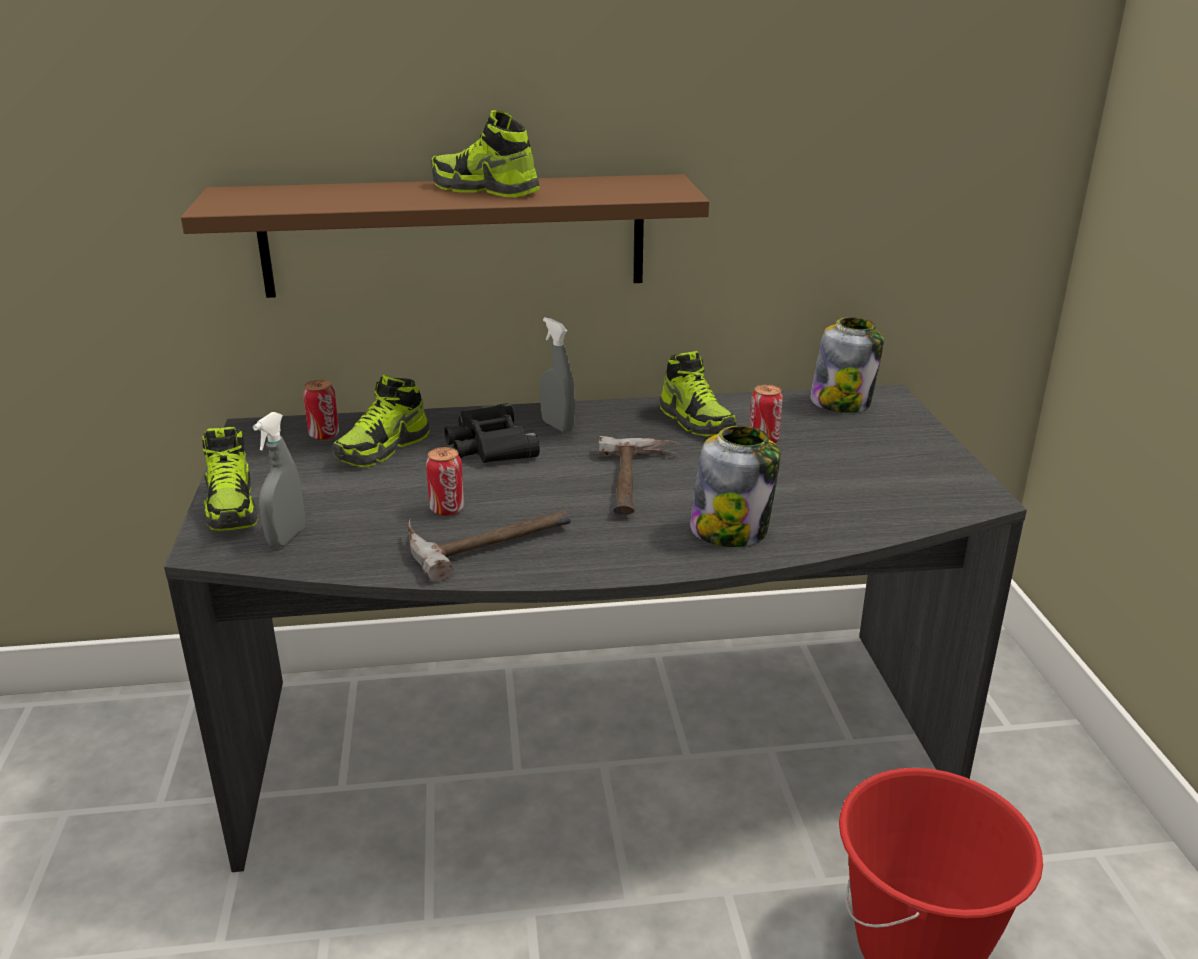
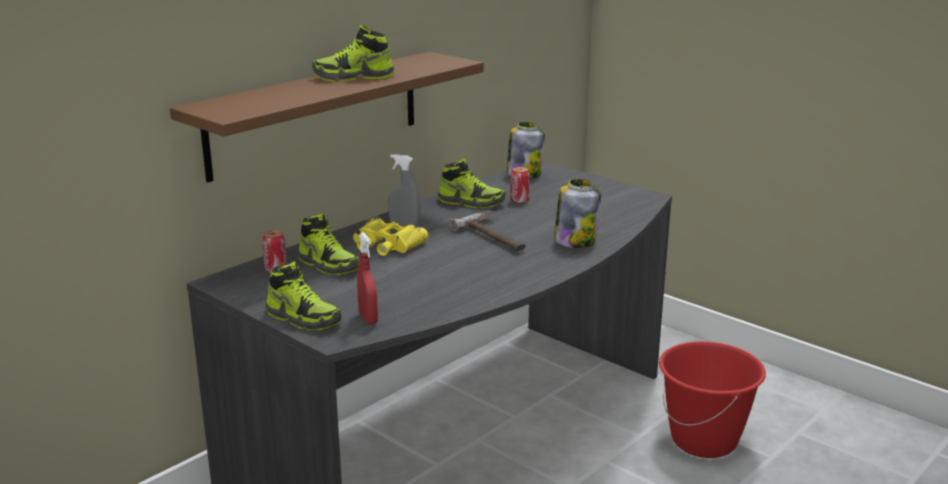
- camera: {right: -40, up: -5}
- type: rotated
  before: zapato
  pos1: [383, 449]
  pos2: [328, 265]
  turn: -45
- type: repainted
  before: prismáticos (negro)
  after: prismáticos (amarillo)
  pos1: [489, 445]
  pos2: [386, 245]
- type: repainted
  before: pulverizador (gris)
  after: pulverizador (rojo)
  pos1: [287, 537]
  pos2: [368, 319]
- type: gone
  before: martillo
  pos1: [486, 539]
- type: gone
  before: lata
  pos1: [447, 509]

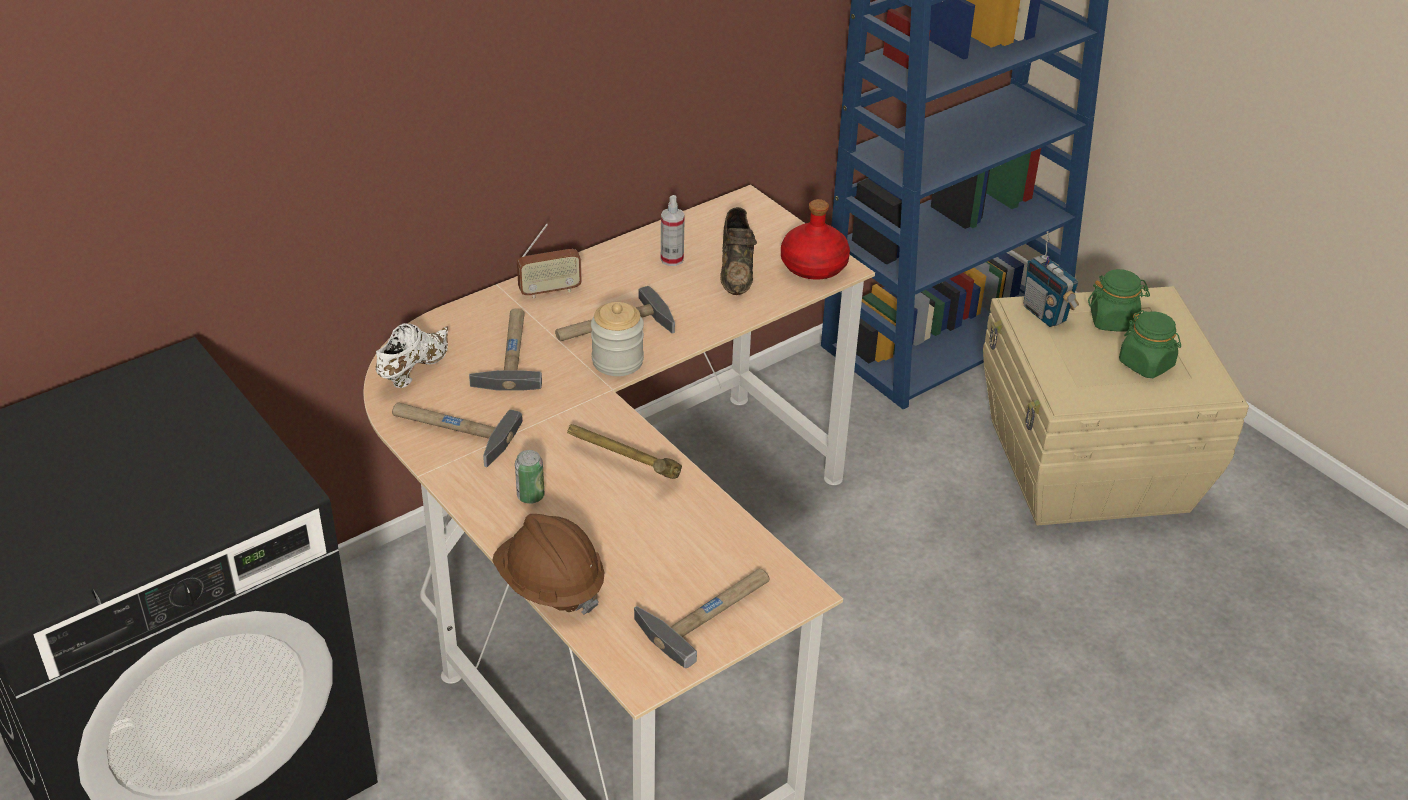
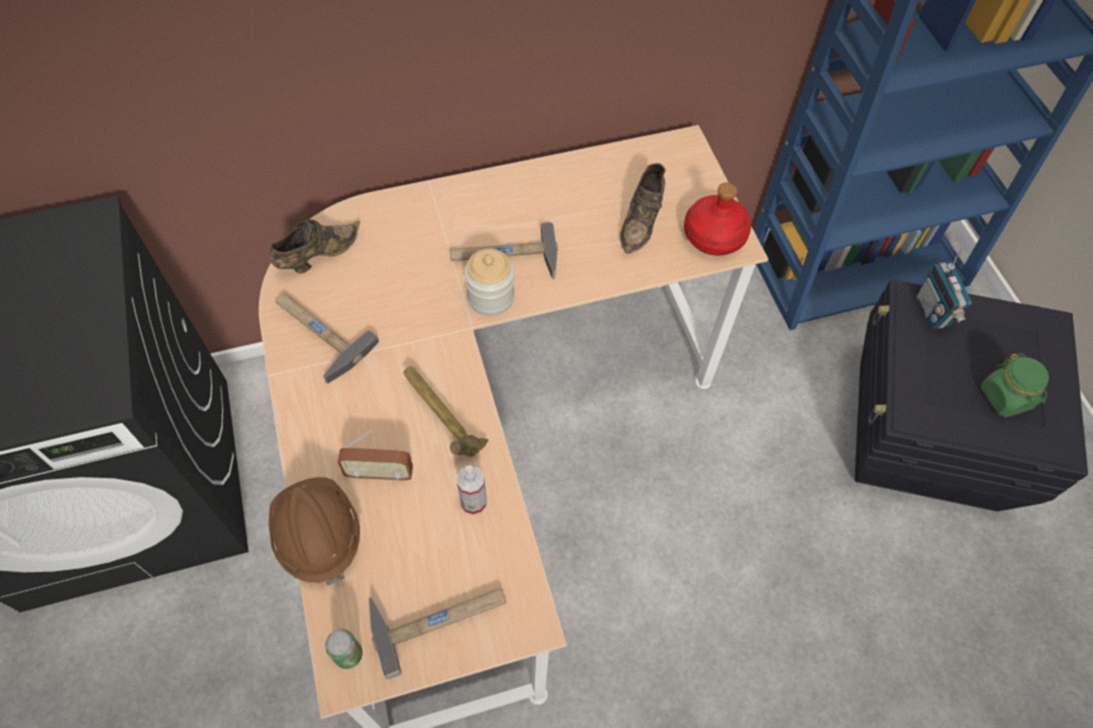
- camera: {right: 20, up: 20}
- type: repainted
  before: zapato (blanco)
  after: zapato (marrón)
  pos1: [413, 370]
  pos2: [317, 256]
- type: shifted
  before: lata
  pos1: [530, 496]
  pos2: [348, 655]
- type: shifted
  before: radio
  pos1: [550, 291]
  pos2: [379, 474]
- type: shifted
  before: pulverizador
  pos1: [672, 259]
  pos2: [473, 502]
- type: repainted
  before: caja de almacenaje (beis)
  after: caja de almacenaje (negro)
  pos1: [1087, 466]
  pos2: [924, 435]
- type: gone
  before: martillo
  pos1: [509, 353]
- type: gone
  before: tarro (verde)
  pos1: [1113, 320]

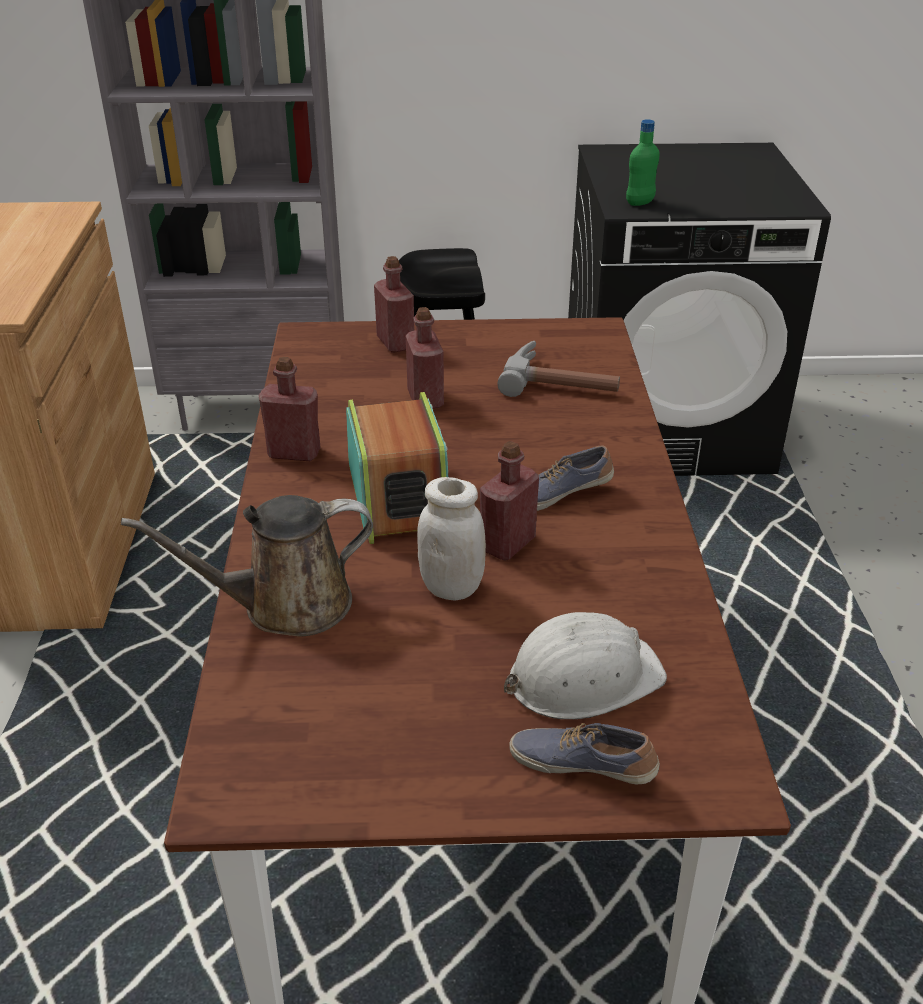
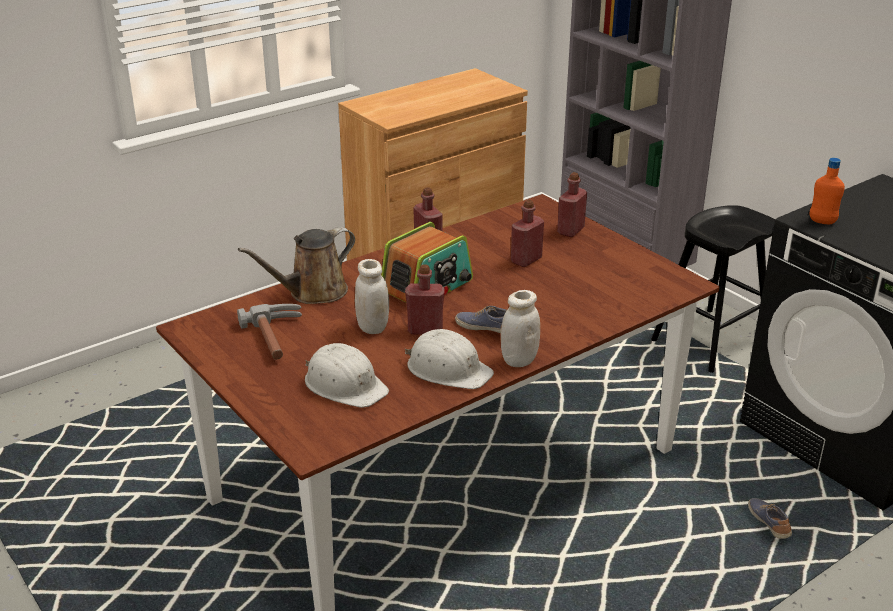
- camera: {right: 55, up: -5}
- type: shifted
  before: martillo
  pos1: [562, 382]
  pos2: [278, 338]
- type: rotated
  before: regadera (marrón)
  pos1: [286, 605]
  pos2: [313, 292]
  turn: -75
- type: new
  after: casco (blanco)
  pos2: [448, 369]
- type: new
  after: tarro (blanco)
  pos2: [519, 360]
- type: shifted
  before: zapato
  pos1: [582, 765]
  pos2: [769, 524]
- type: repainted
  before: botella (verde)
  after: botella (naranja)
  pos1: [640, 203]
  pos2: [822, 221]

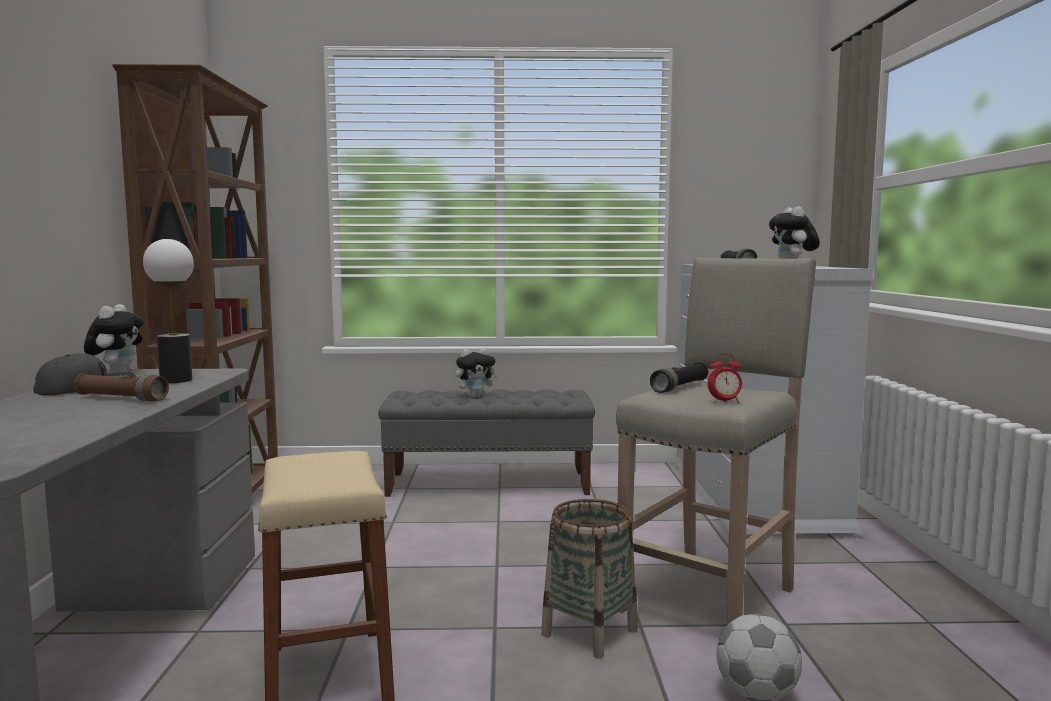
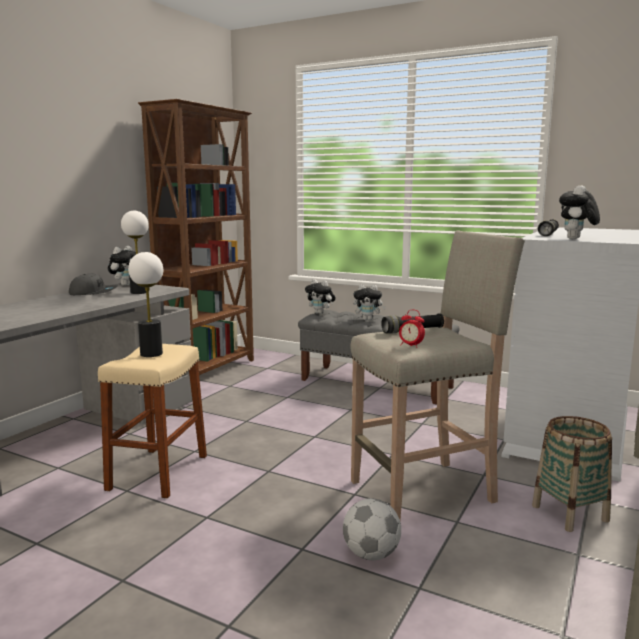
- camera: {right: 30, up: 5}
- type: new
  after: lámpara de mesa
  pos2: [151, 354]
- type: new
  after: peluche
  pos2: [320, 313]
- type: shifted
  before: cesta
  pos1: [590, 632]
  pos2: [570, 513]
- type: gone
  before: linterna (marrón)
  pos1: [121, 399]

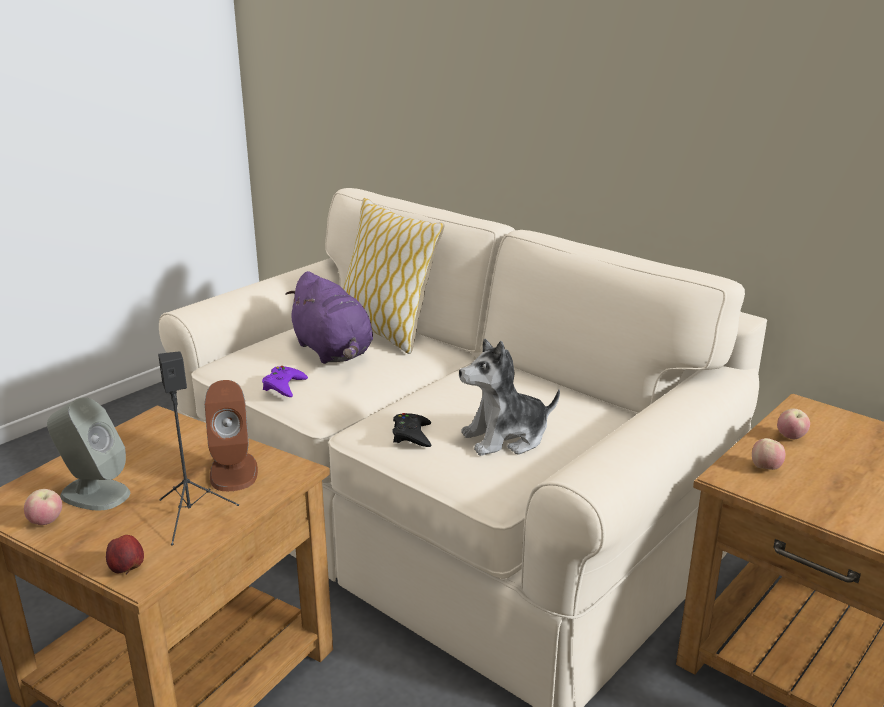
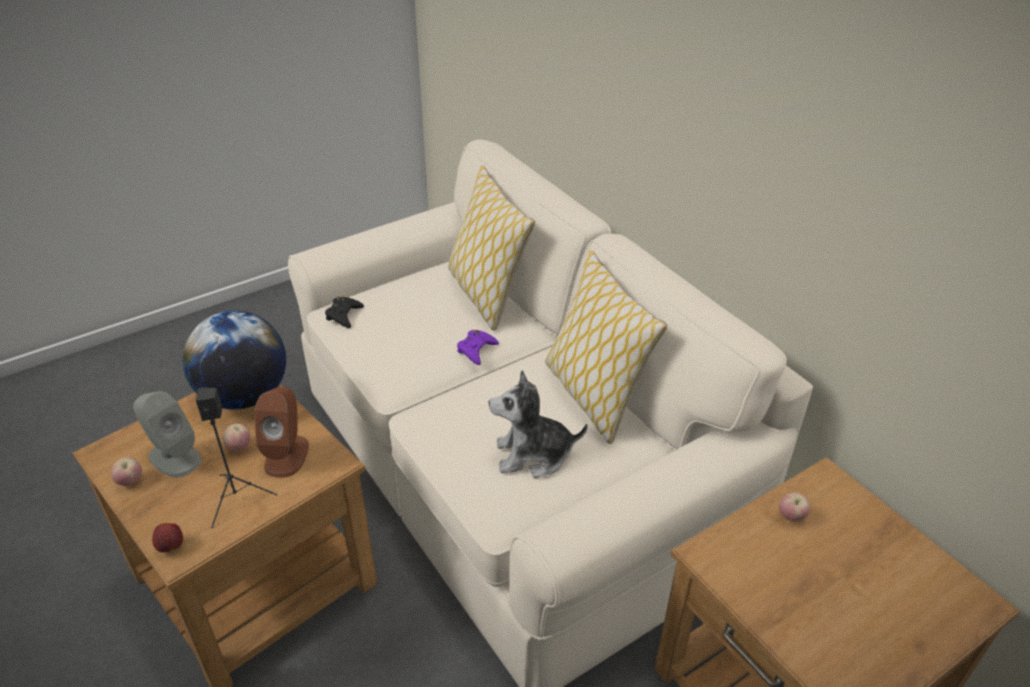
- camera: {right: 15, up: 15}
- type: new
  after: globo terráqueo
  pos2: [244, 396]
- type: shifted
  before: manzana
  pos1: [765, 468]
  pos2: [239, 447]
- type: shifted
  before: mando de consola (negro)
  pos1: [412, 435]
  pos2: [344, 315]
- type: shifted
  before: mando de consola (morado)
  pos1: [284, 386]
  pos2: [476, 350]
- type: new
  after: cojín
  pos2: [593, 395]
- type: gone
  before: peluche (morado)
  pos1: [333, 352]

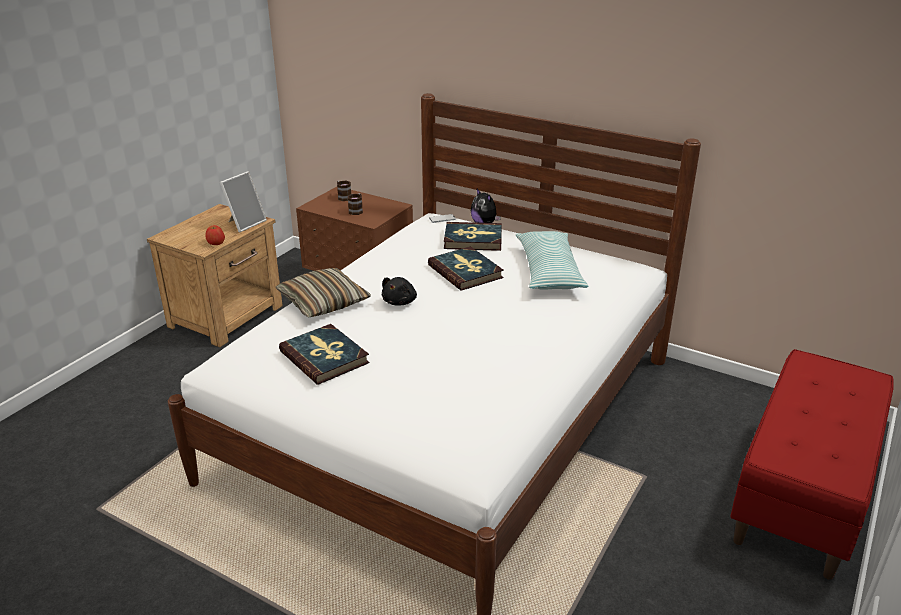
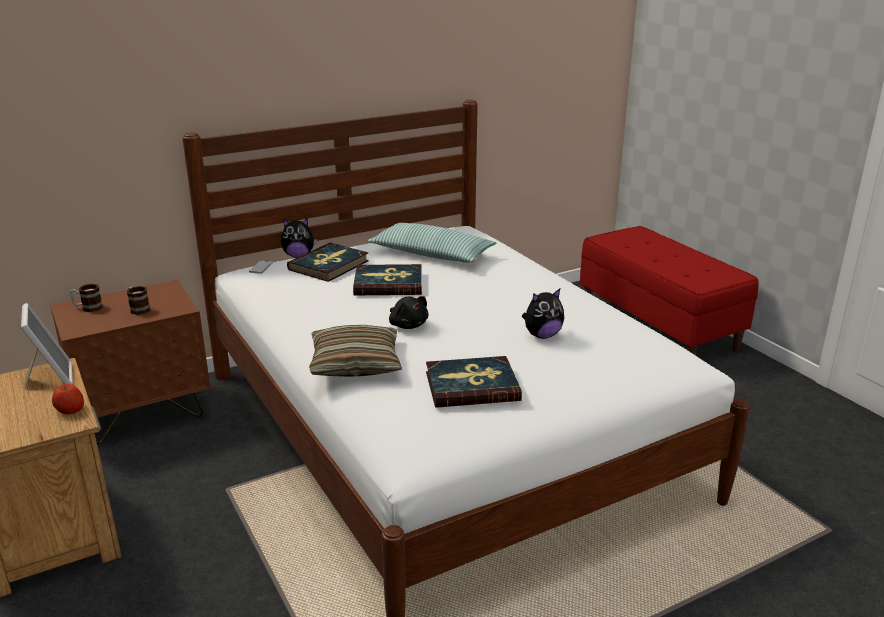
- camera: {right: -60, up: -5}
- type: new
  after: peluche
  pos2: [542, 335]

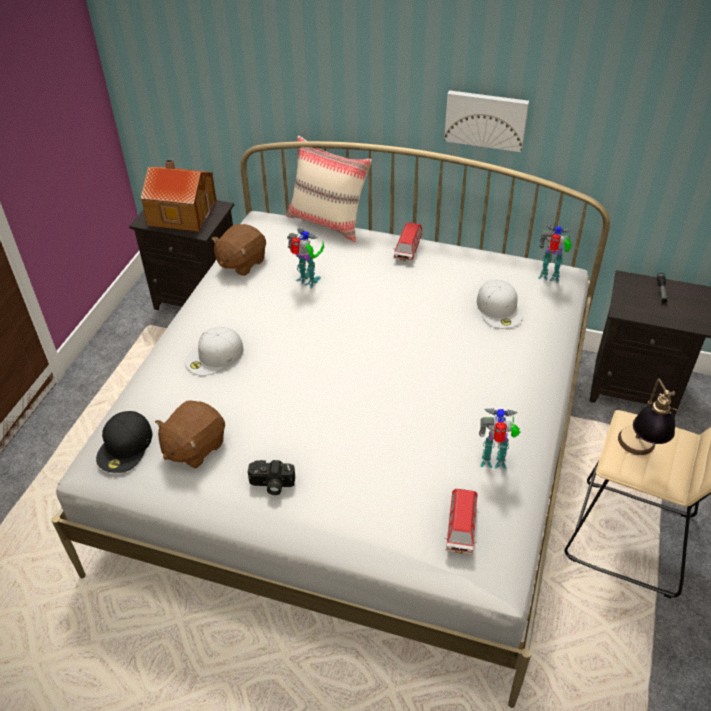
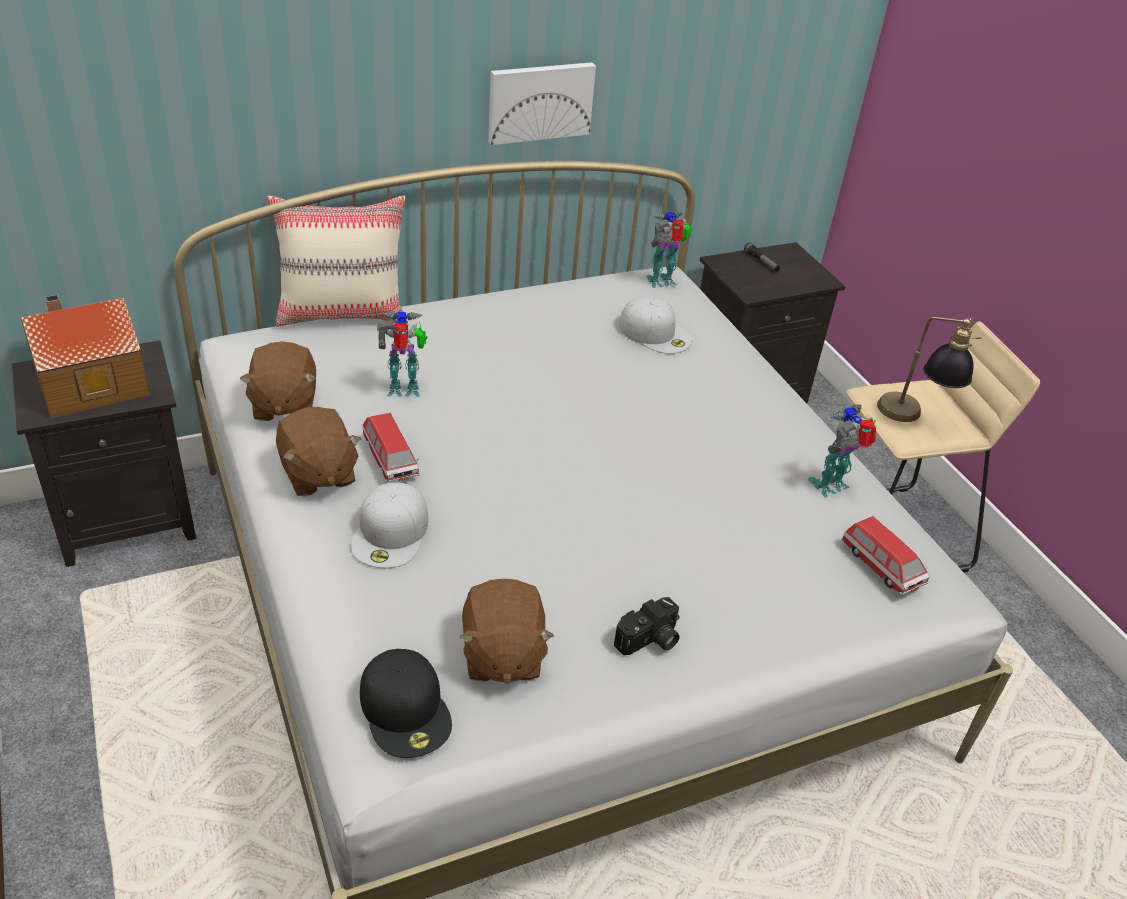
- camera: {right: -45, up: -5}
- type: new
  after: peluche (marrón)
  pos2: [317, 474]
- type: shifted
  before: coche de juguete
  pos1: [408, 249]
  pos2: [390, 459]

